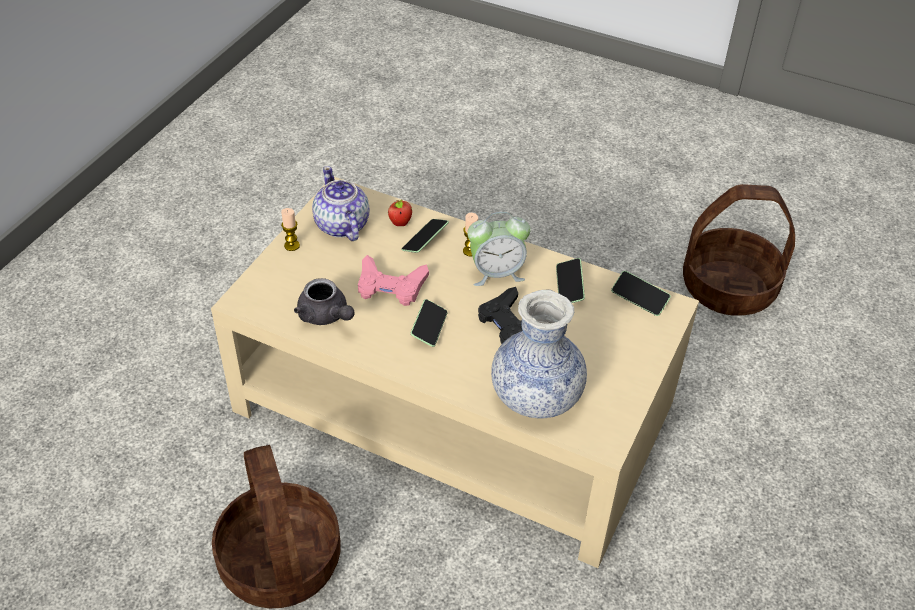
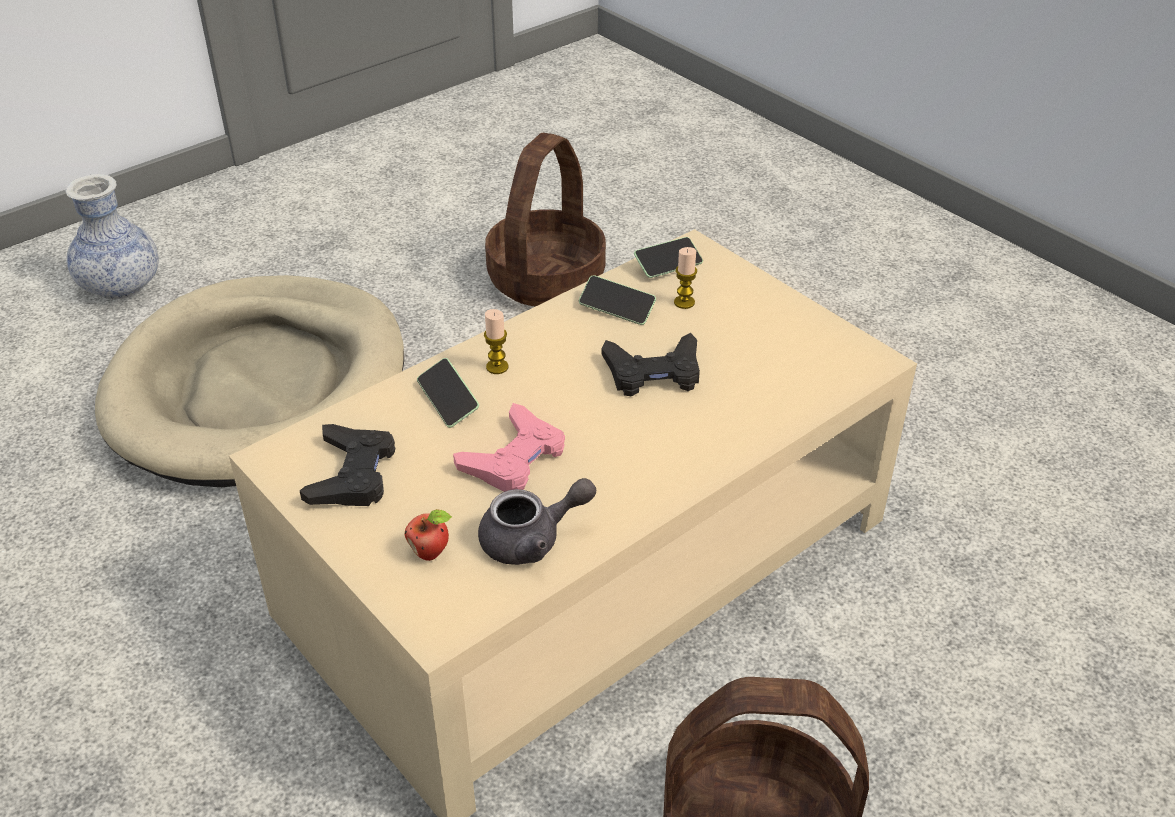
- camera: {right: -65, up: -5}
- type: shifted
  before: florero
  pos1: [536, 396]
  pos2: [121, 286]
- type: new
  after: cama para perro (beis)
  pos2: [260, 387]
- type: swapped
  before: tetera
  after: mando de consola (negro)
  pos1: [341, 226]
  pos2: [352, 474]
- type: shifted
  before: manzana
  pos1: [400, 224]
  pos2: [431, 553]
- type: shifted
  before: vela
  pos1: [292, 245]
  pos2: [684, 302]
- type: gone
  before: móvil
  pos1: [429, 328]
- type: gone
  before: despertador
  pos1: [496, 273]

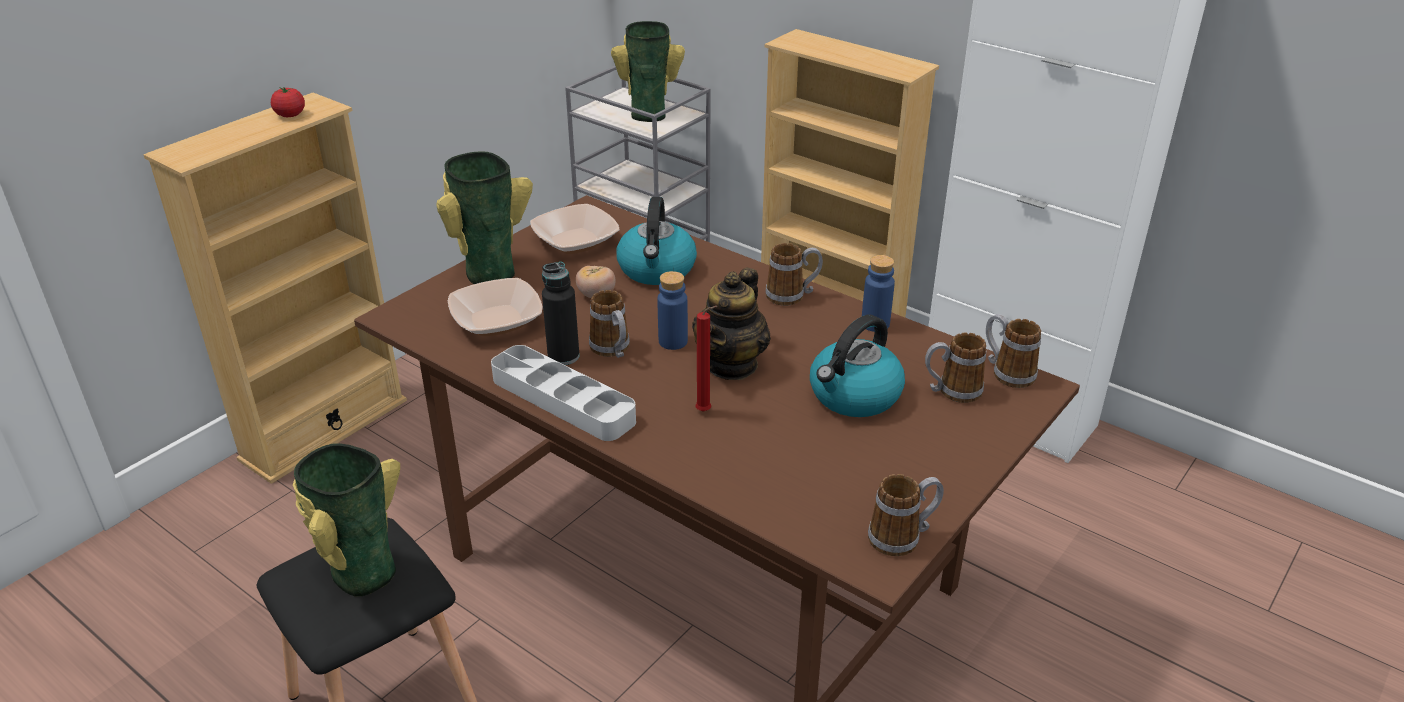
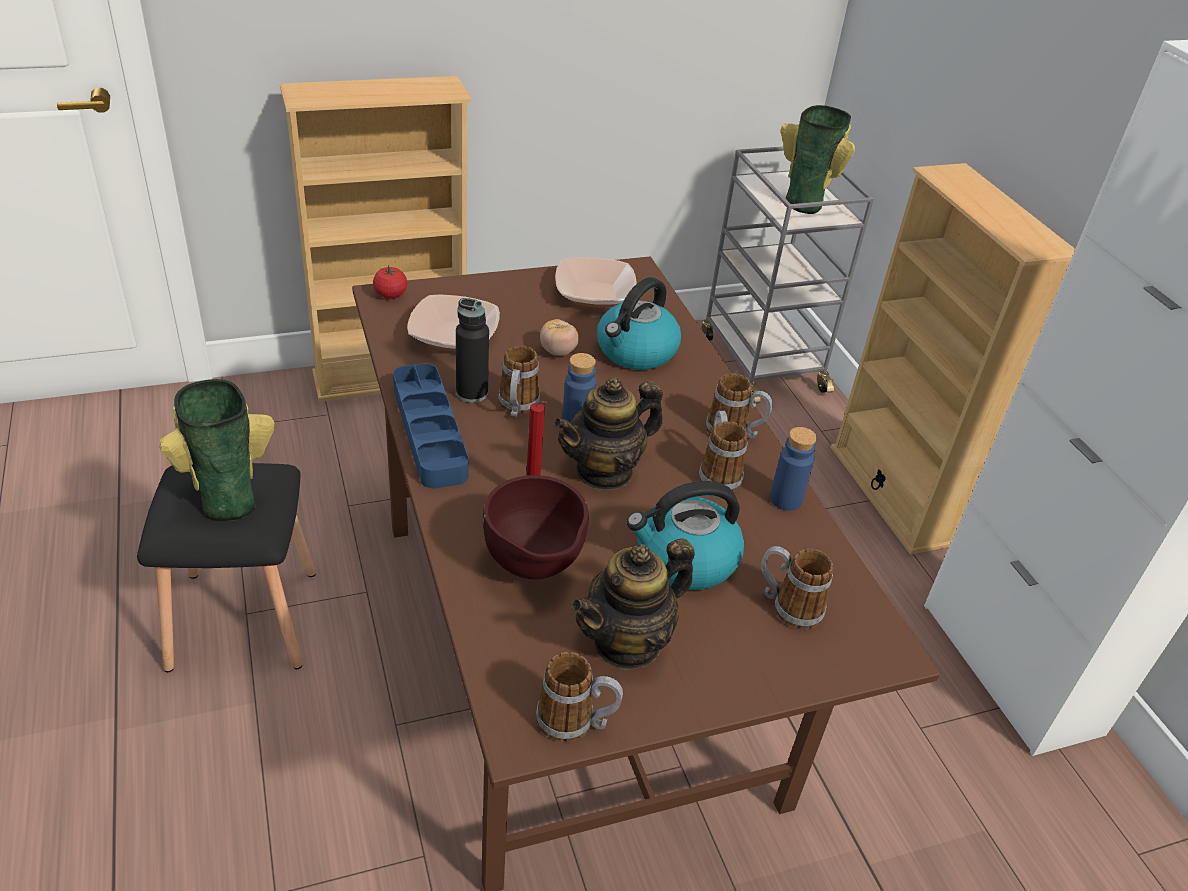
- camera: {right: 30, up: 5}
- type: shifted
  before: tomate
  pos1: [290, 115]
  pos2: [390, 294]
- type: repainted
  before: bandeja (gris)
  after: bandeja (azul)
  pos1: [562, 400]
  pos2: [429, 431]
- type: new
  after: cuenco (marrón)
  pos2: [534, 569]
- type: new
  after: tetera
  pos2: [628, 642]
- type: shifted
  before: taza grande
  pos1: [1006, 372]
  pos2: [717, 473]
- type: gone
  before: florero
  pos1: [488, 270]

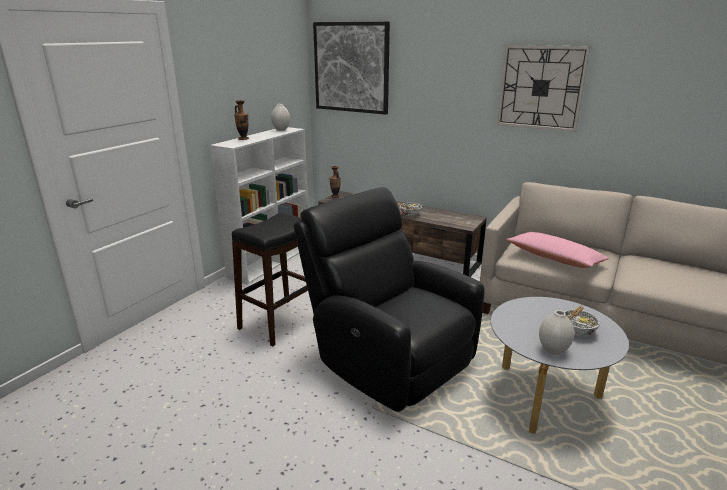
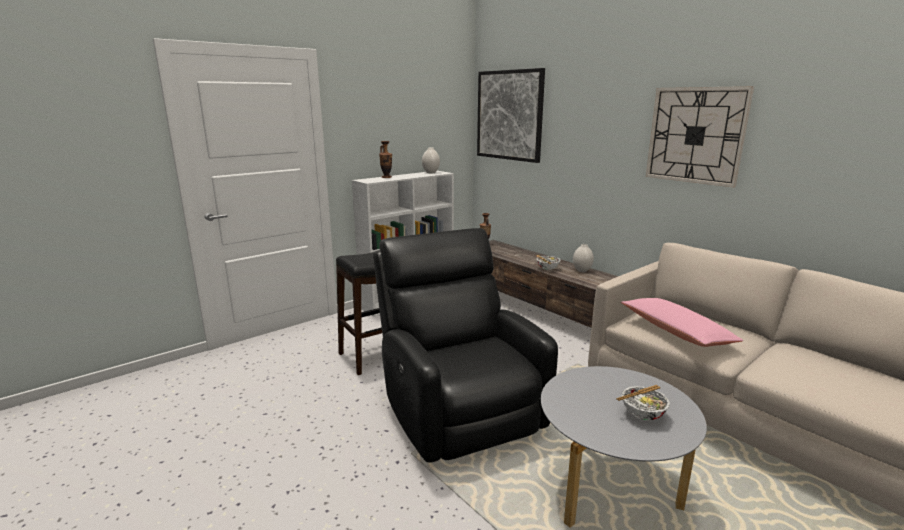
- camera: {right: 20, up: -5}
- type: shifted
  before: florero (blanco)
  pos1: [552, 350]
  pos2: [581, 270]

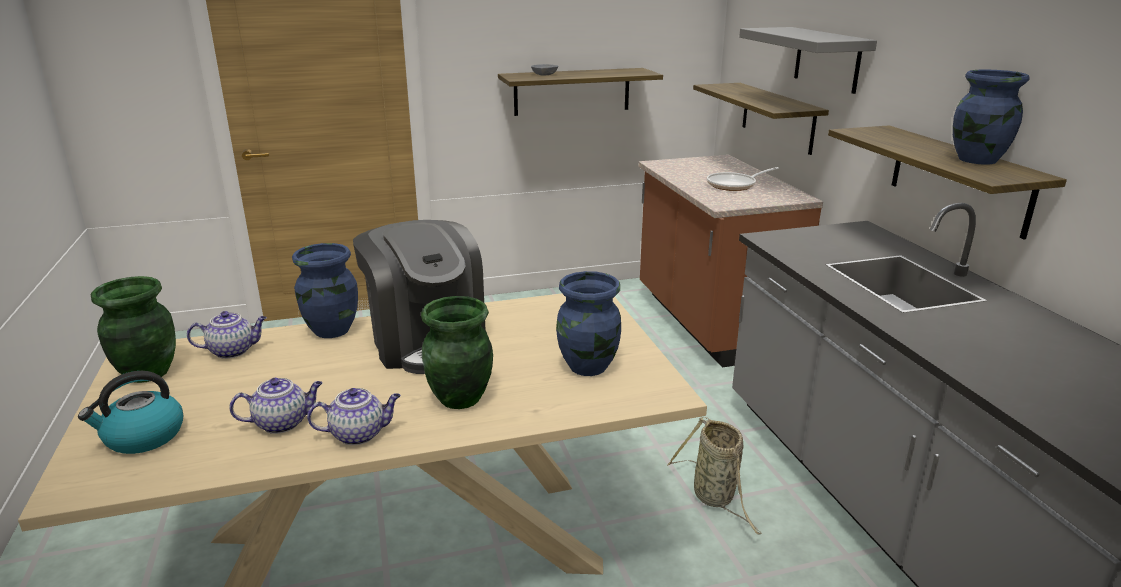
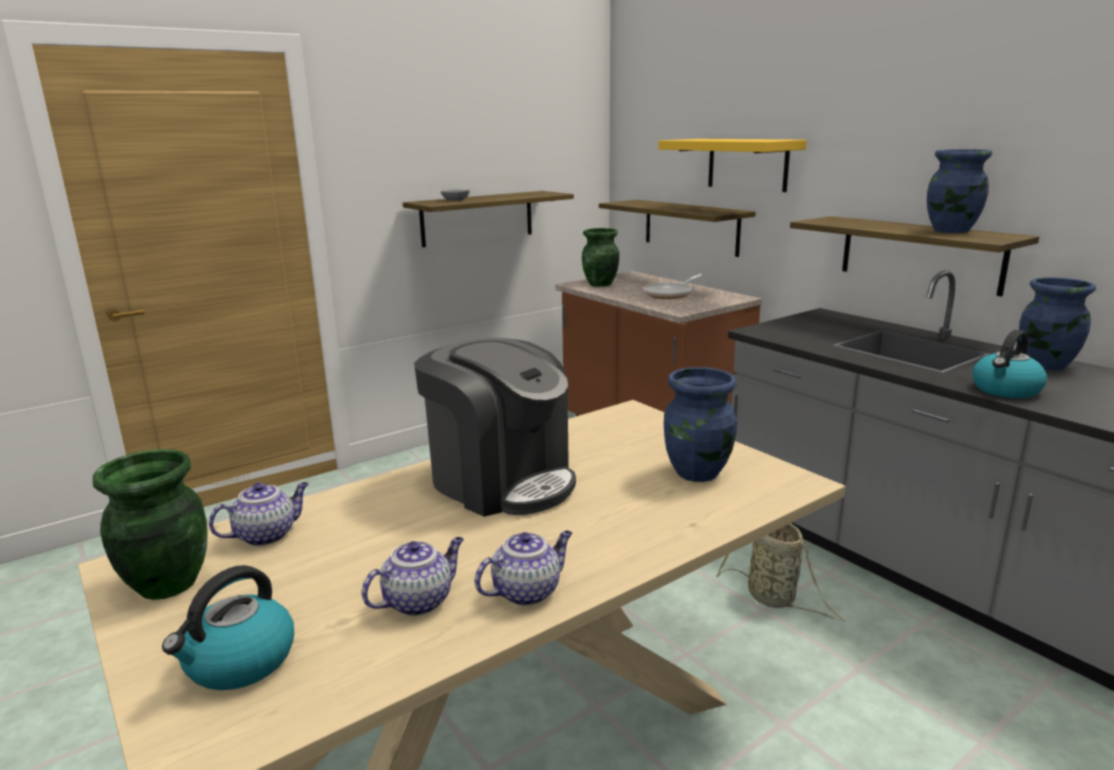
- camera: {right: -20, up: -5}
- type: shifted
  before: florero (verde)
  pos1: [460, 399]
  pos2: [600, 284]
- type: repainted
  before: estante (gris)
  after: estante (amarillo)
  pos1: [827, 59]
  pos2: [747, 164]
- type: new
  after: hervidor
  pos2: [1005, 390]
- type: shifted
  before: florero (azul)
  pos1: [331, 330]
  pos2: [1045, 365]

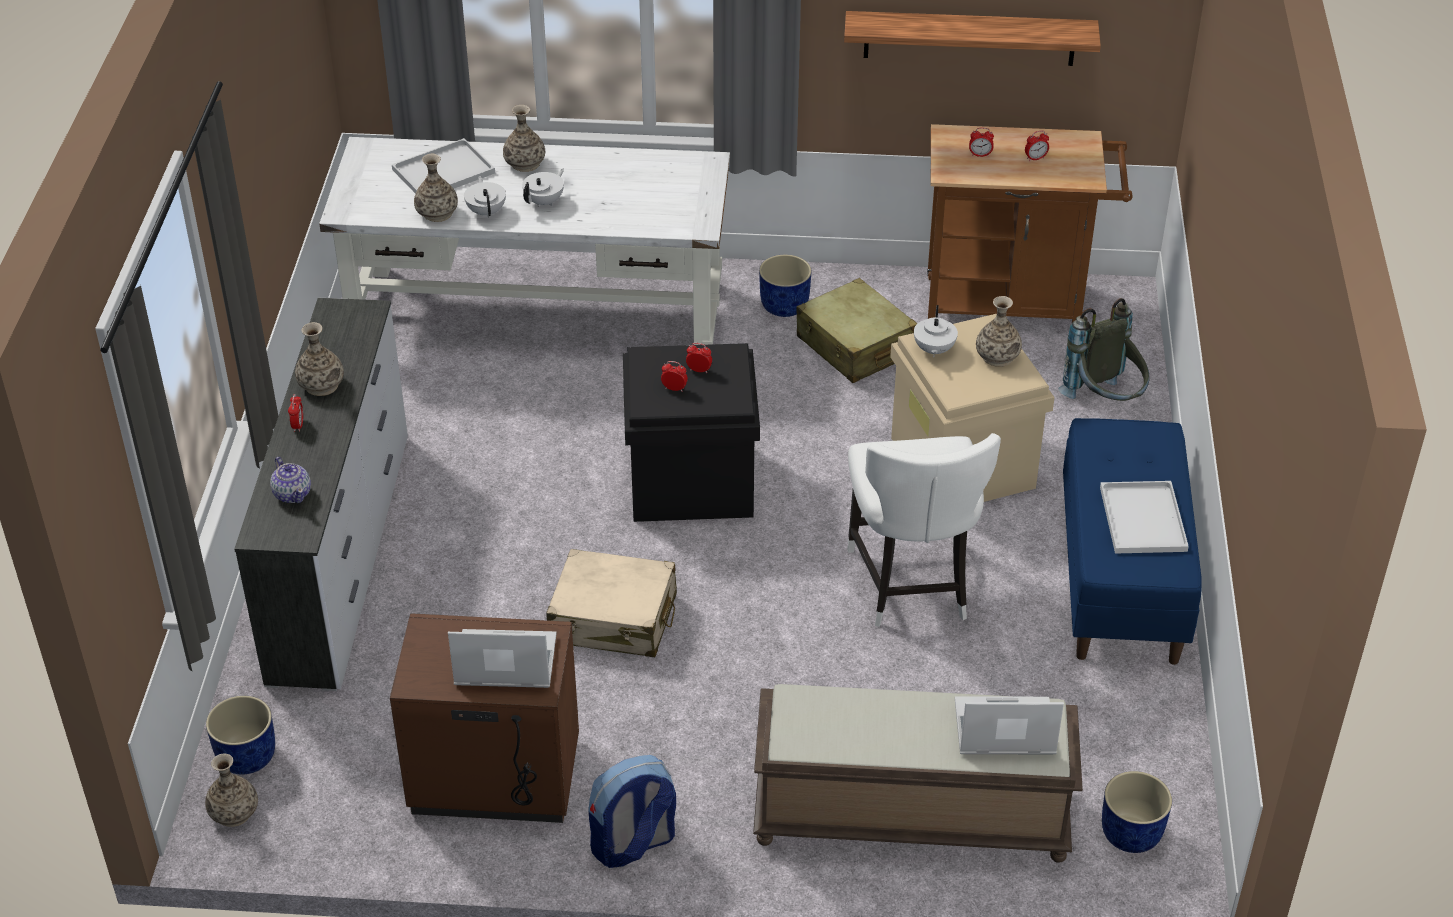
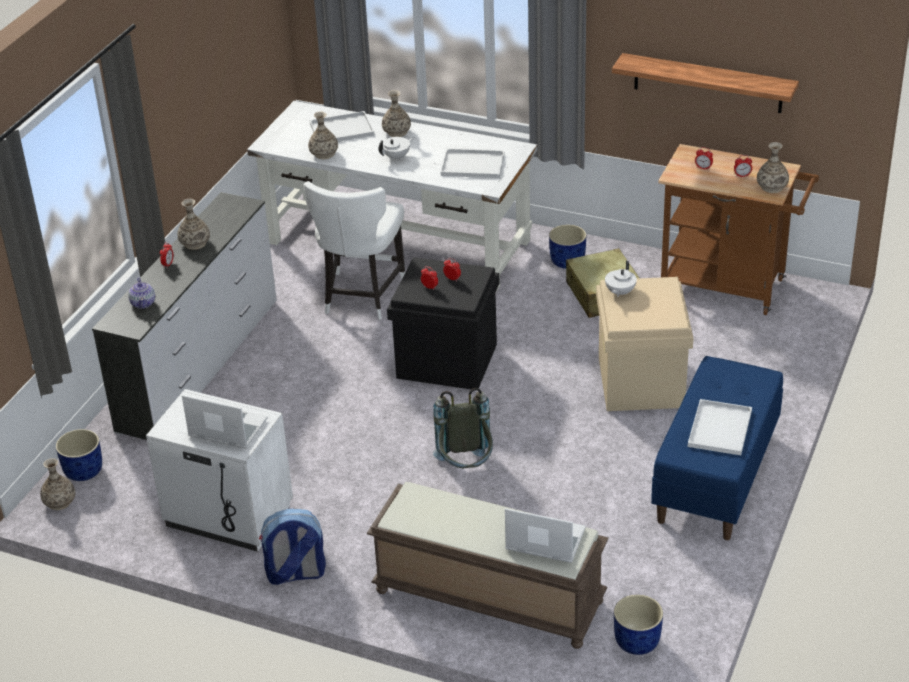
- camera: {right: 20, up: -5}
- type: repainted
  before: mesita de noche (marrón)
  after: mesita de noche (blanco)
  pos1: [494, 778]
  pos2: [227, 516]
- type: shifted
  before: silla (blanco)
  pos1: [911, 585]
  pos2: [361, 297]
- type: shifted
  before: mochila (gris)
  pos1: [1105, 402]
  pos2: [466, 468]
- type: new
  after: bandeja (blanco)
  pos2: [471, 165]
- type: shifted
  before: florero
  pos1: [997, 356]
  pos2: [771, 187]
- type: gone
  before: tetera (blanco)
  pos1: [486, 211]
- type: gone
  before: maleta (beis)
  pos1: [614, 619]

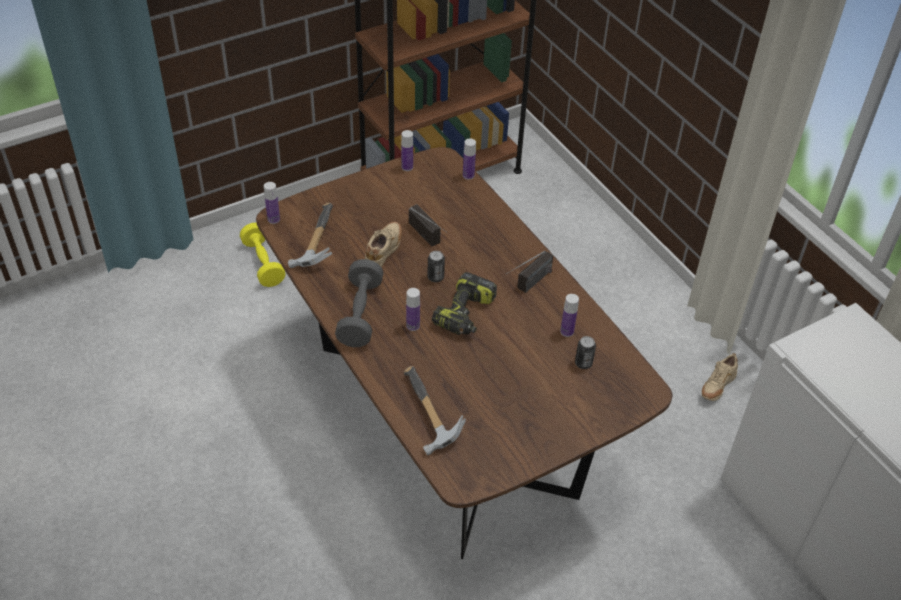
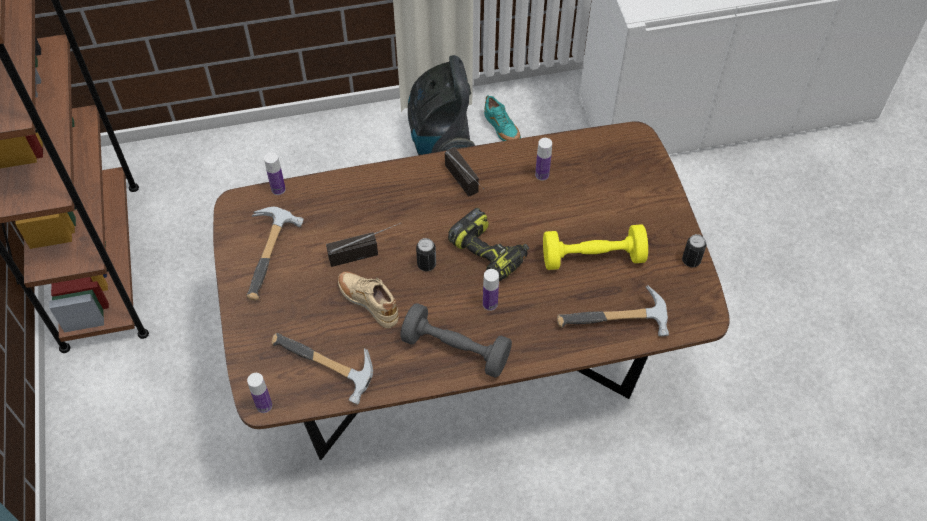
- camera: {right: -70, up: 10}
- type: new
  after: martillo
  pos2: [274, 256]
- type: new
  after: aspiradora
  pos2: [441, 143]
- type: repainted
  before: zapato (beis)
  after: zapato (turquesa)
  pos1: [716, 387]
  pos2: [501, 129]
- type: shifted
  before: mancuerna (amarillo)
  pos1: [263, 263]
  pos2: [593, 257]
- type: shifted
  before: lata
  pos1: [583, 363]
  pos2: [691, 260]
- type: gone
  before: botella
  pos1: [407, 167]

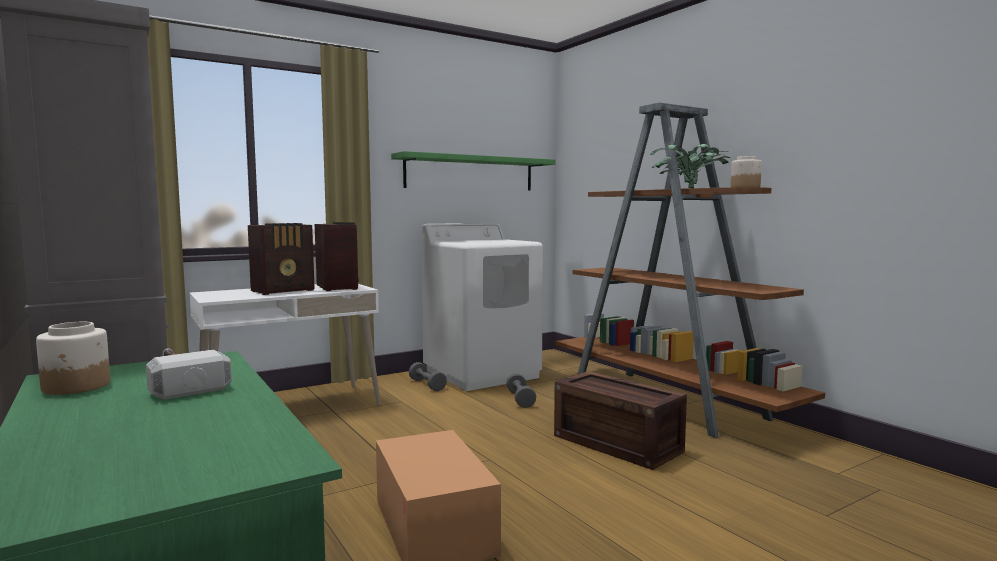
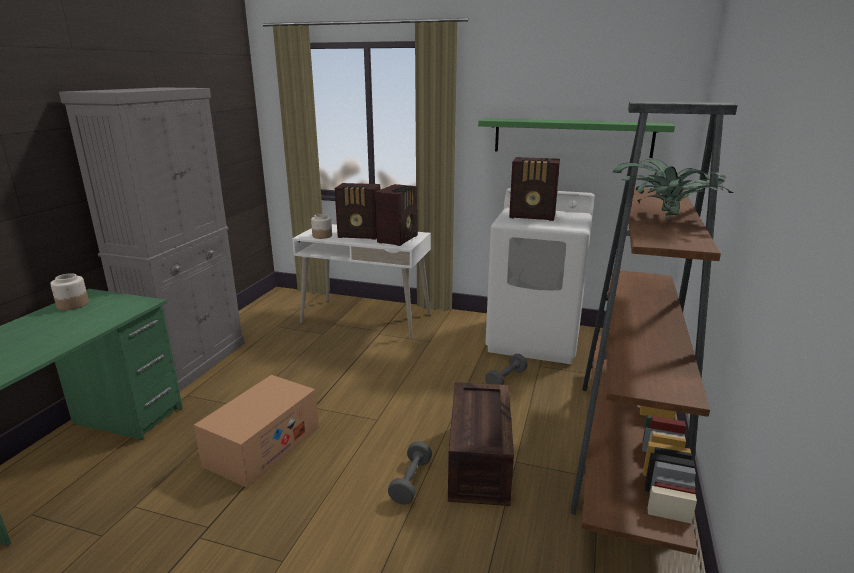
- camera: {right: 50, up: 15}
- type: shifted
  before: tarro
  pos1: [745, 187]
  pos2: [322, 236]
- type: shifted
  before: mancuerna (gris)
  pos1: [427, 385]
  pos2: [411, 481]
- type: new
  after: radio
  pos2: [533, 216]
- type: gone
  before: martillo
  pos1: [180, 380]

